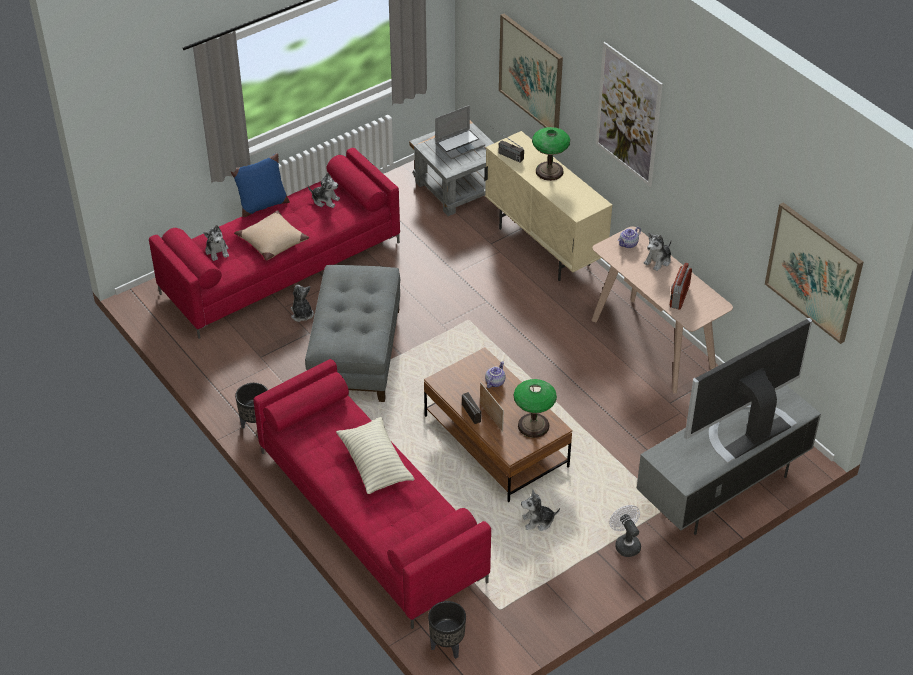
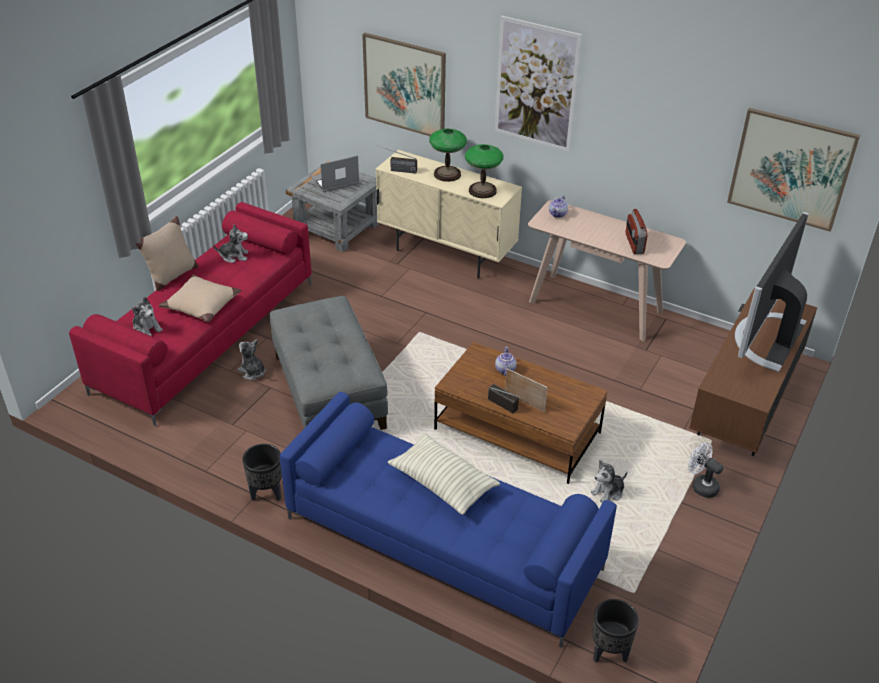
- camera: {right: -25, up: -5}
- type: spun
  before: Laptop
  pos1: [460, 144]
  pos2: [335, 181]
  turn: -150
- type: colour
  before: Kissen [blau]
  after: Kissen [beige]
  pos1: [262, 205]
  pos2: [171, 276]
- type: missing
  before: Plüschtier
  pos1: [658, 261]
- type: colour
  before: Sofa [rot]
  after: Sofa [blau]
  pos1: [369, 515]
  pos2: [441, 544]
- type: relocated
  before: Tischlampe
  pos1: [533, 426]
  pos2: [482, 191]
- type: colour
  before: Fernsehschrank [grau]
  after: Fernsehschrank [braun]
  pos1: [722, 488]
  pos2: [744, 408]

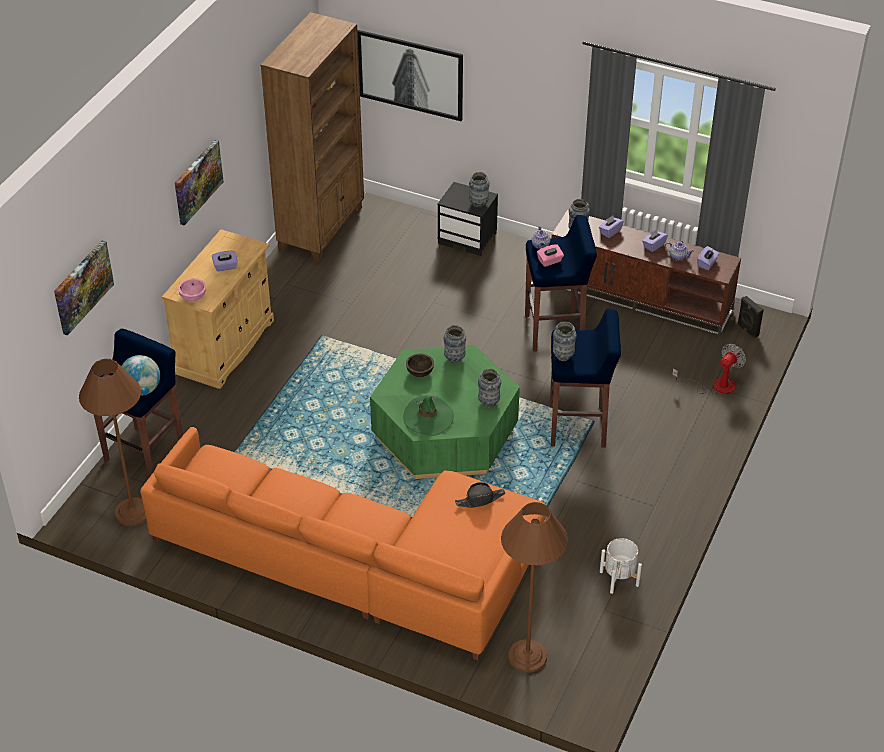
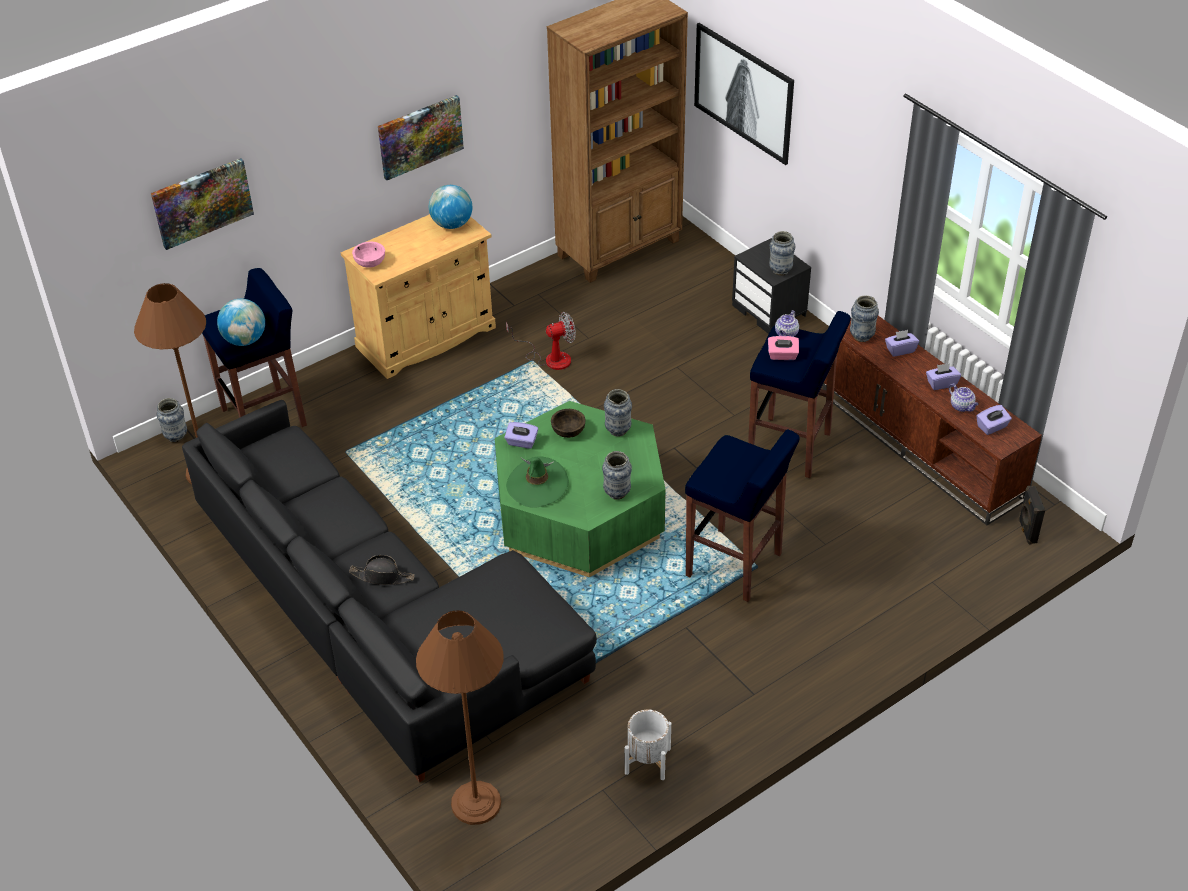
- camera: {right: 30, up: 0}
- type: relocated
  before: Taschentuchbox [lila]
  pos1: [225, 267]
  pos2: [521, 442]
- type: relocated
  before: Vase
  pos1: [563, 356]
  pos2: [176, 437]
- type: relocated
  before: Ventilator
  pos1: [715, 386]
  pos2: [550, 358]
- type: colour
  before: Sofa [orange]
  after: Sofa [schwarz]
  pos1: [359, 562]
  pos2: [381, 617]
- type: relocated
  before: Hut [schwarz]
  pos1: [480, 499]
  pos2: [382, 576]
- type: appeared
  after: Globus
  pos2: [452, 224]

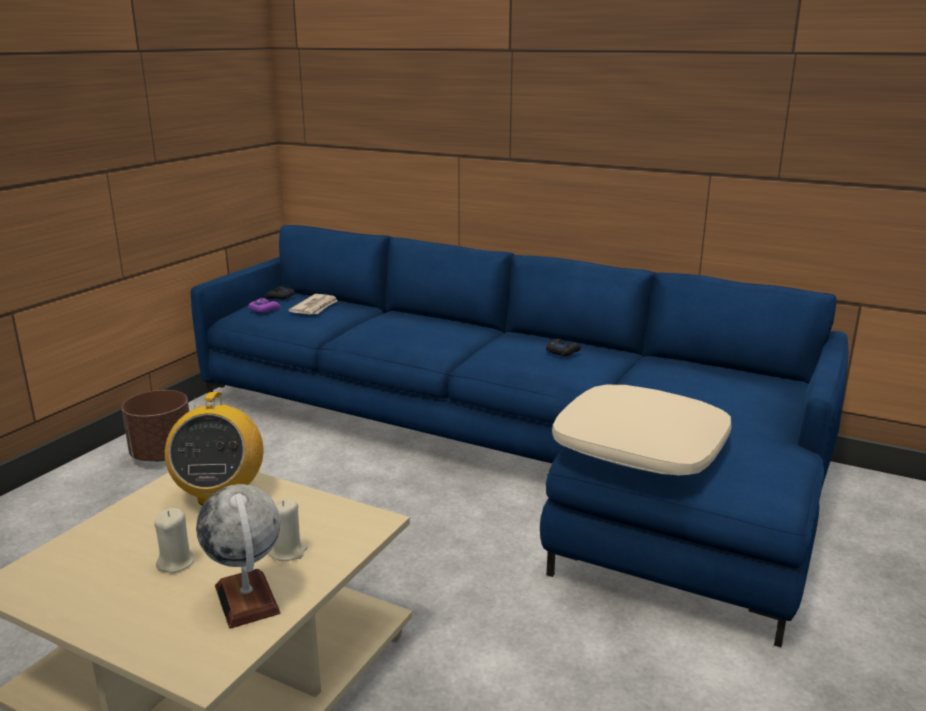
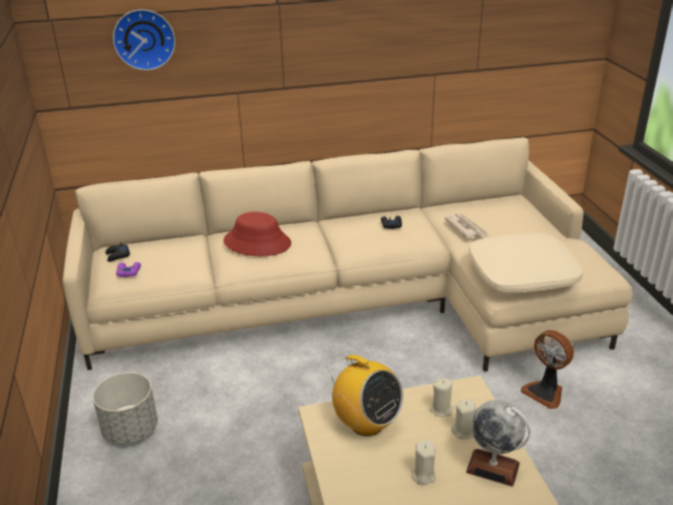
- camera: {right: -40, up: 10}
- type: colour
  before: Sofa [blau]
  after: Sofa [beige]
  pos1: [511, 449]
  pos2: [358, 302]
- type: relocated
  before: Zeitung
  pos1: [315, 307]
  pos2: [465, 228]
- type: colour
  before: Pflanzkübel [braun]
  after: Pflanzkübel [grau]
  pos1: [162, 454]
  pos2: [130, 430]
- type: appeared
  after: Wanduhr
  pos2: [144, 39]
- type: appeared
  after: Hut [rot]
  pos2: [257, 242]
- type: appeared
  after: Ventilator
  pos2: [545, 392]
- type: appeared
  after: Kerze [beige]
  pos2: [441, 409]

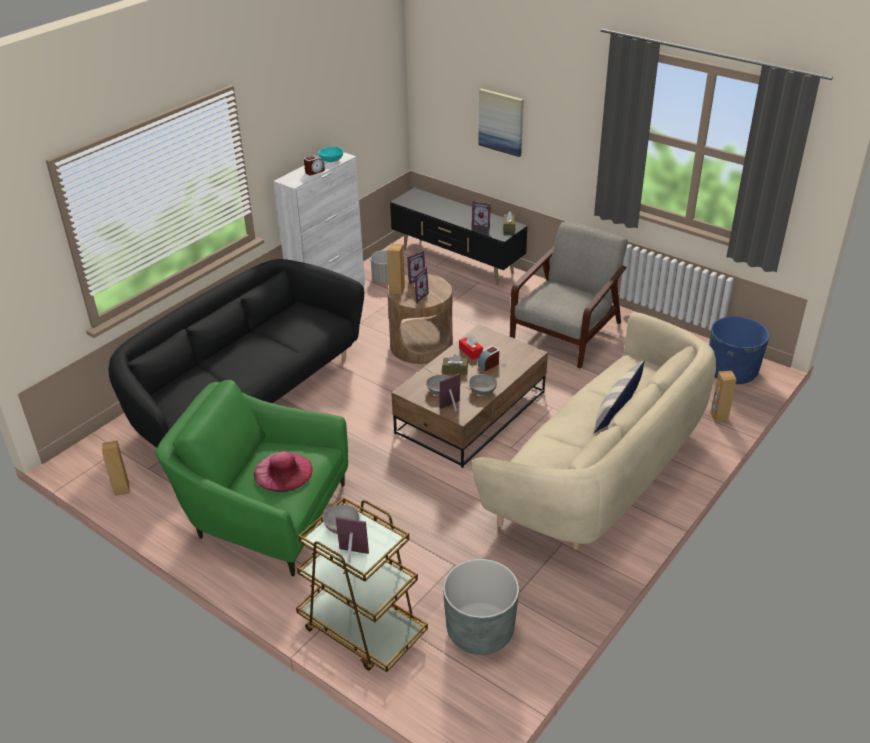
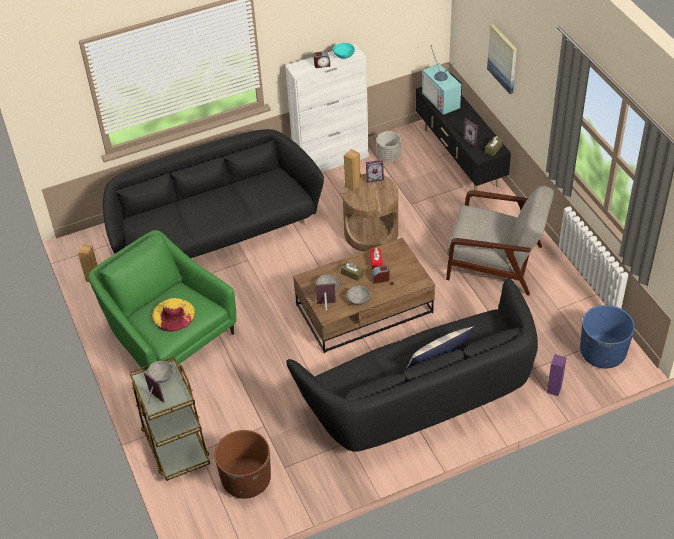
- camera: {right: 30, up: 10}
- type: spun
  before: Sessel [grau]
  pos1: [567, 332]
  pos2: [496, 263]
  turn: 45
- type: missing
  before: Bilderrahmen
  pos1: [417, 296]
- type: colour
  before: Sofa [beige]
  after: Sofa [schwarz]
  pos1: [601, 472]
  pos2: [420, 399]
- type: colour
  before: Lautsprecher [braun]
  after: Lautsprecher [lila]
  pos1: [718, 417]
  pos2: [553, 389]
- type: colour
  before: Hut [rosa]
  after: Hut [gelb]
  pos1: [283, 471]
  pos2: [173, 314]
- type: colour
  before: Pflanzkübel [grau]
  after: Pflanzkübel [braun]
  pos1: [480, 631]
  pos2: [246, 480]
- type: appeared
  after: Fernseher
  pos2: [443, 100]

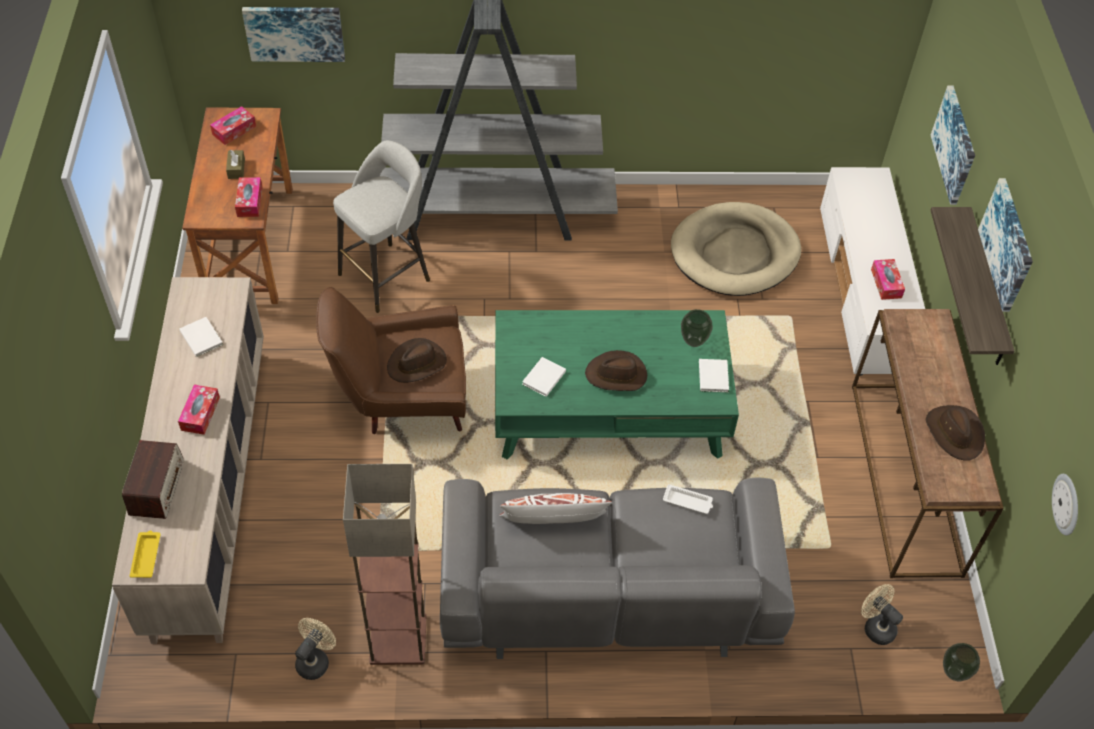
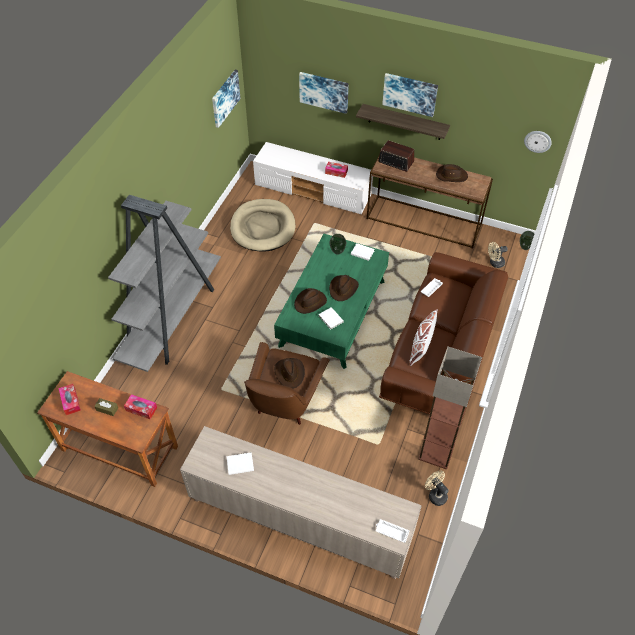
- camera: {right: -65, up: 0}
- type: relocated
  before: Bild
  pos1: [294, 32]
  pos2: [225, 98]
- type: missing
  before: Hocker [grau]
  pos1: [386, 276]
- type: missing
  before: Taschentuchbox
  pos1: [200, 414]
- type: relocated
  before: Radio
  pos1: [157, 487]
  pos2: [395, 162]
- type: colour
  before: Sofa [grau]
  after: Sofa [braun]
  pos1: [606, 592]
  pos2: [441, 353]
- type: colour
  before: Tablett [gelb]
  after: Tablett [weiß]
  pos1: [146, 556]
  pos2: [391, 531]
- type: appeared
  after: Hut [braun]
  pos2: [310, 302]

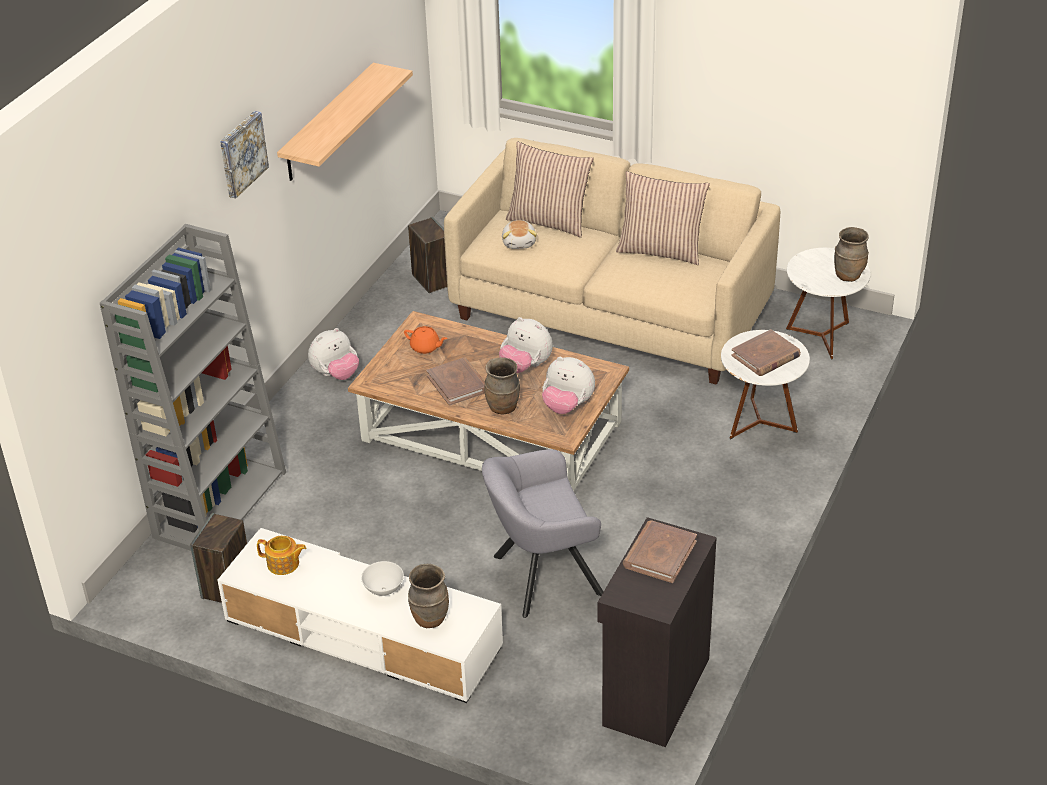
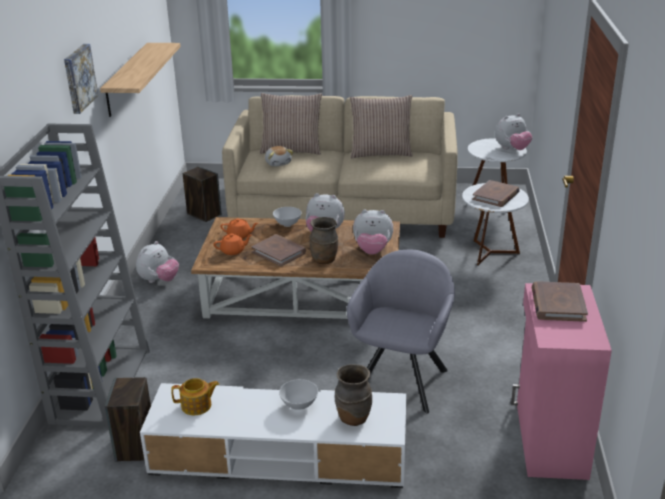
- camera: {right: -20, up: -10}
- type: exchanged
  before: Vase [braun]
  after: Plüschtier
  pos1: [848, 276]
  pos2: [512, 149]
- type: spun
  before: Sessel [grau]
  pos1: [541, 576]
  pos2: [402, 379]
  turn: 150
- type: colour
  before: Schrank [schwarz]
  after: Schrank [rosa]
  pos1: [654, 692]
  pos2: [549, 440]
- type: appeared
  after: Schüssel [weiß]
  pos2: [287, 224]
- type: appeared
  after: Teekanne [orange]
  pos2: [233, 251]

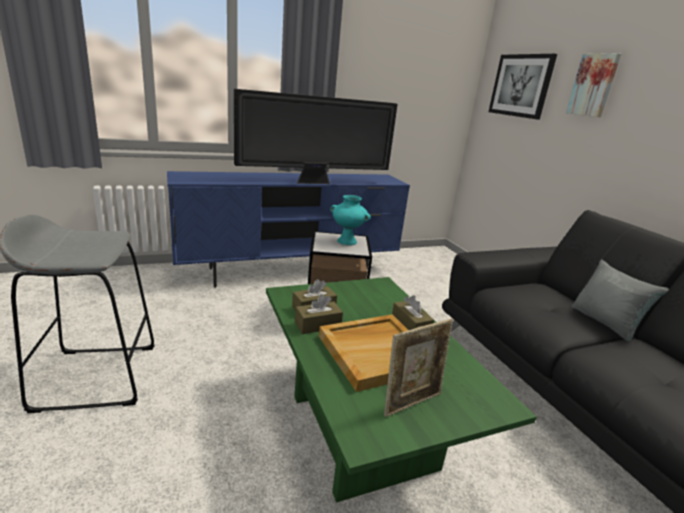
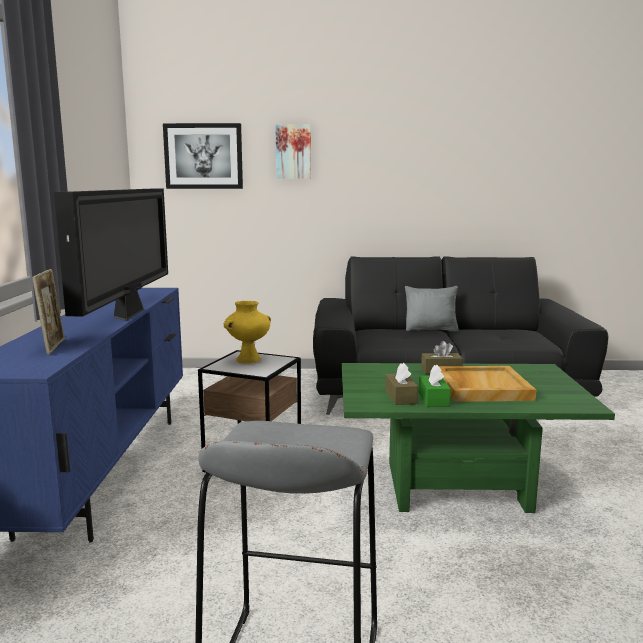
- camera: {right: -65, up: -10}
- type: colour
  before: Vase [türkis]
  after: Vase [gelb]
  pos1: [347, 241]
  pos2: [248, 359]
- type: colour
  before: Taschentuchbox [braun]
  after: Taschentuchbox [grün]
  pos1: [318, 325]
  pos2: [433, 399]
- type: relocated
  before: Bilderrahmen
  pos1: [411, 402]
  pos2: [53, 346]

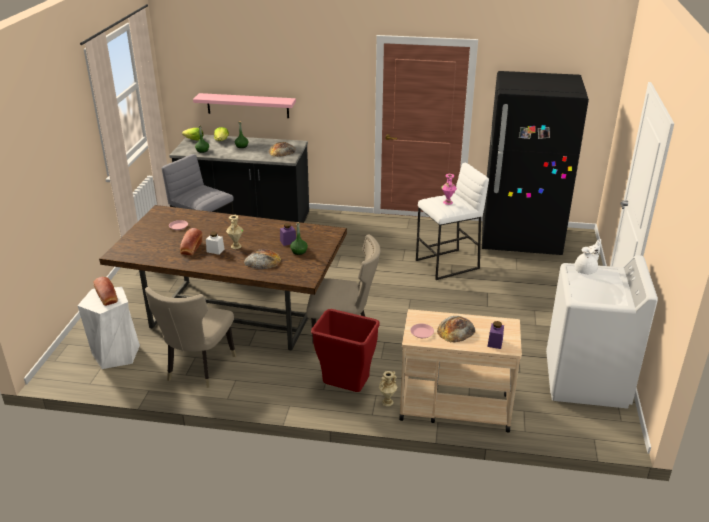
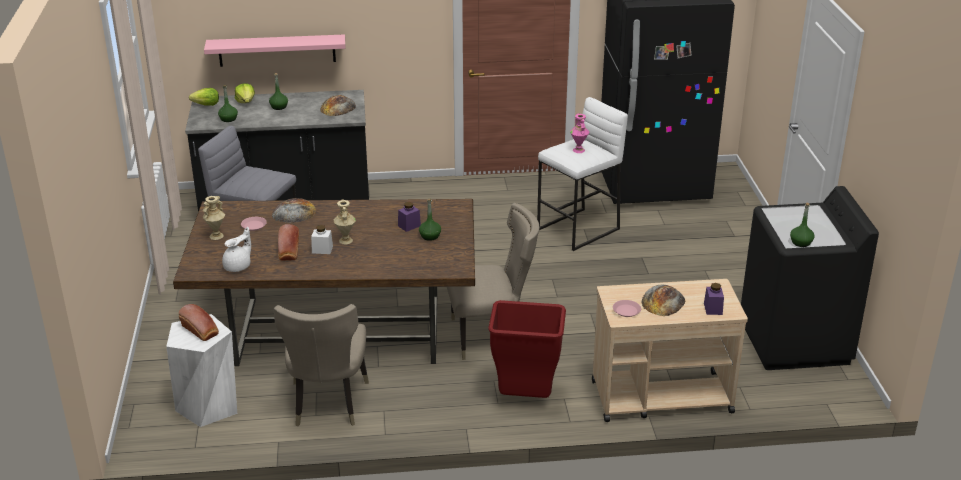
- camera: {right: -15, up: 0}
- type: relocated
  before: Teekanne [weiß]
  pos1: [586, 270]
  pos2: [238, 266]
- type: relocated
  before: Brot
  pos1: [262, 260]
  pos2: [294, 212]
- type: colour
  before: Waschmaschine [weiß]
  after: Waschmaschine [schwarz]
  pos1: [586, 381]
  pos2: [794, 342]
- type: relocated
  before: Vase [beige]
  pos1: [387, 402]
  pos2: [216, 236]
- type: appeared
  after: Flasche [grün]
  pos2: [801, 242]

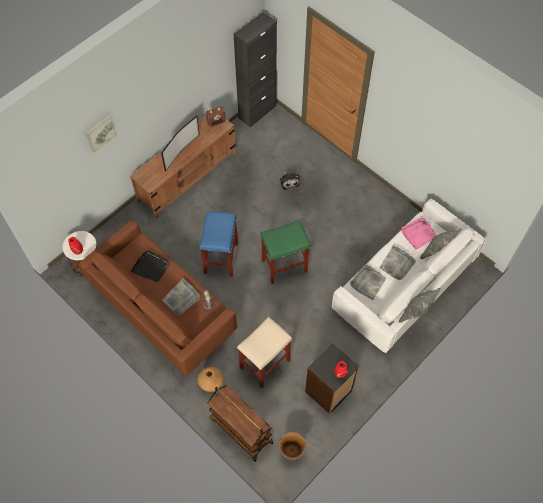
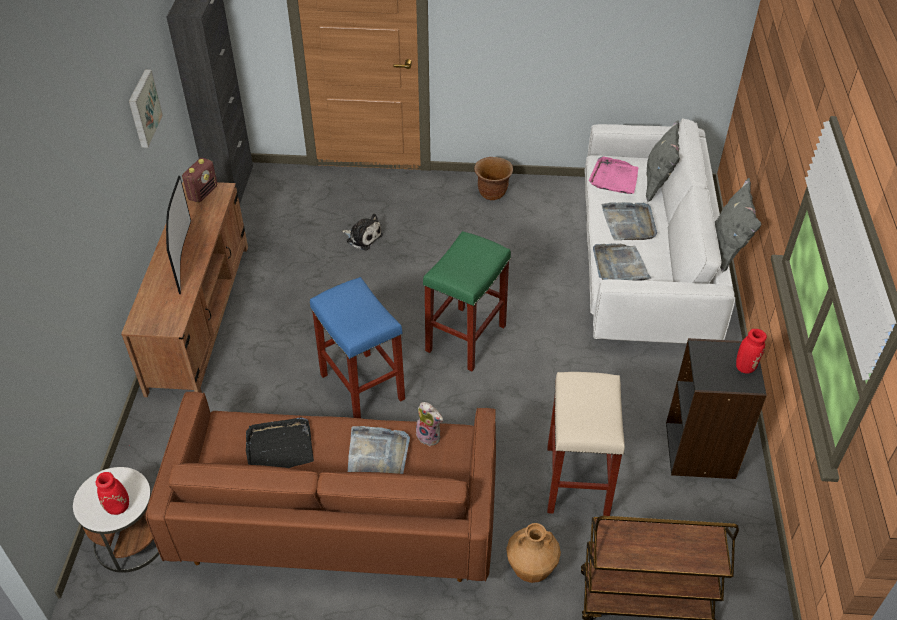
- camera: {right: -40, up: -15}
- type: relocated
  before: Bild
  pos1: [100, 132]
  pos2: [143, 108]
- type: relocated
  before: Pflanzkübel [braun]
  pos1: [291, 451]
  pos2: [492, 193]

